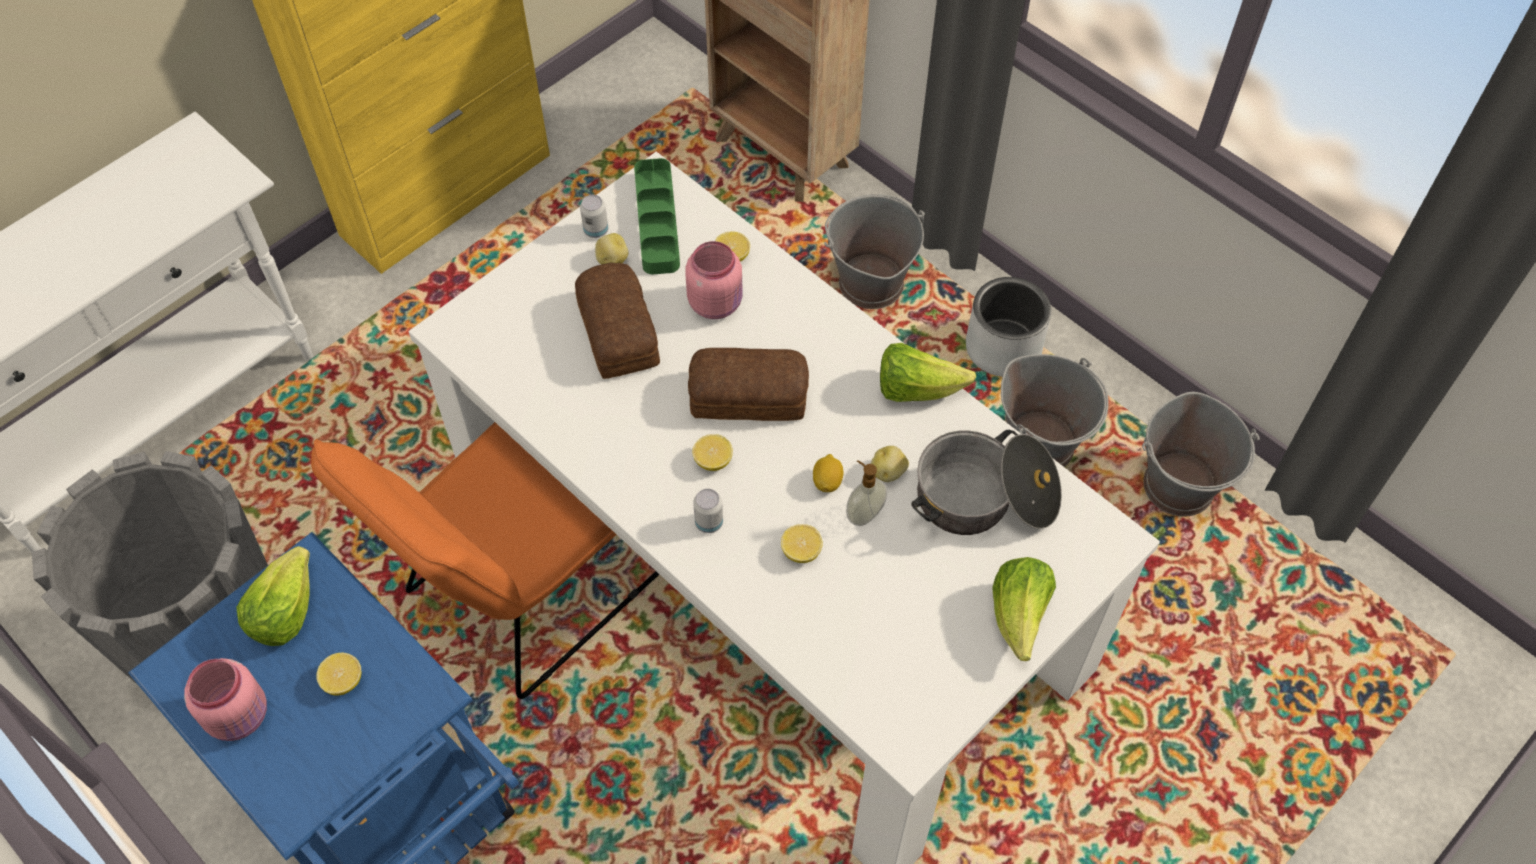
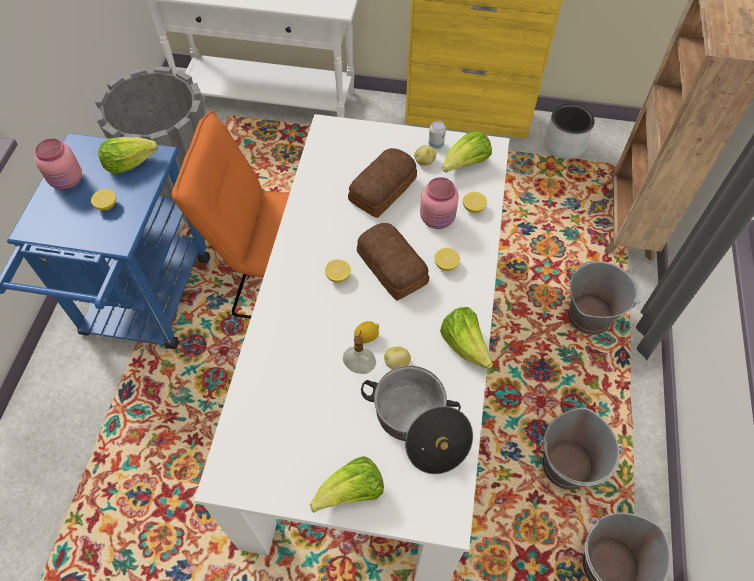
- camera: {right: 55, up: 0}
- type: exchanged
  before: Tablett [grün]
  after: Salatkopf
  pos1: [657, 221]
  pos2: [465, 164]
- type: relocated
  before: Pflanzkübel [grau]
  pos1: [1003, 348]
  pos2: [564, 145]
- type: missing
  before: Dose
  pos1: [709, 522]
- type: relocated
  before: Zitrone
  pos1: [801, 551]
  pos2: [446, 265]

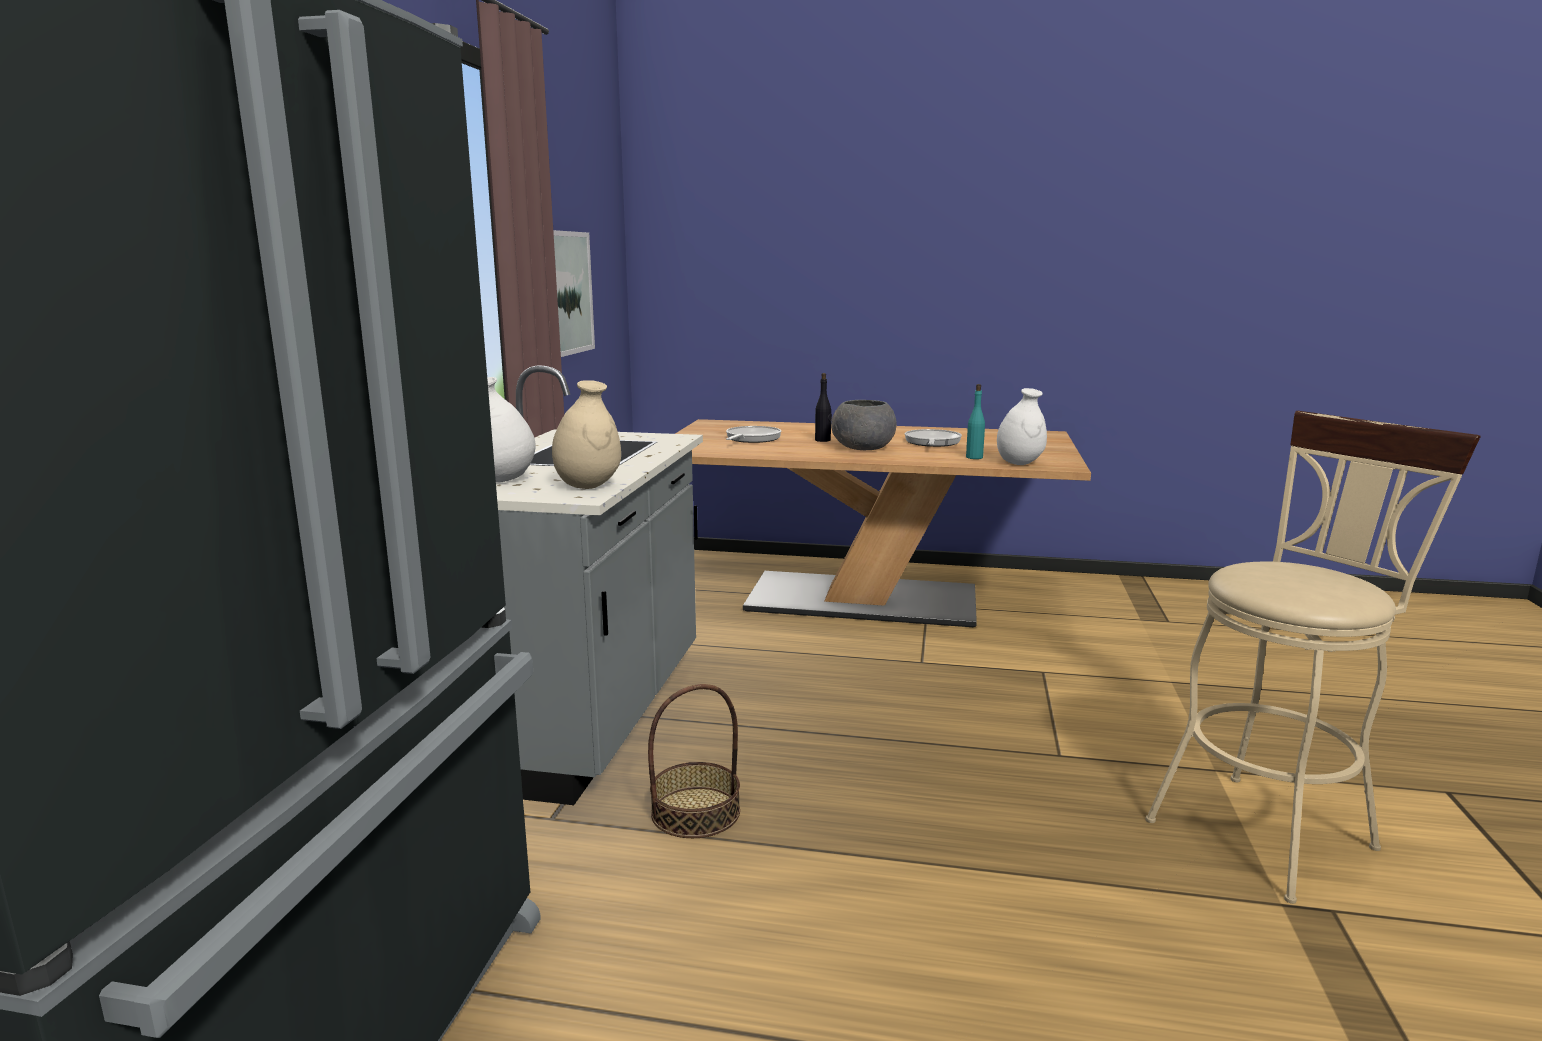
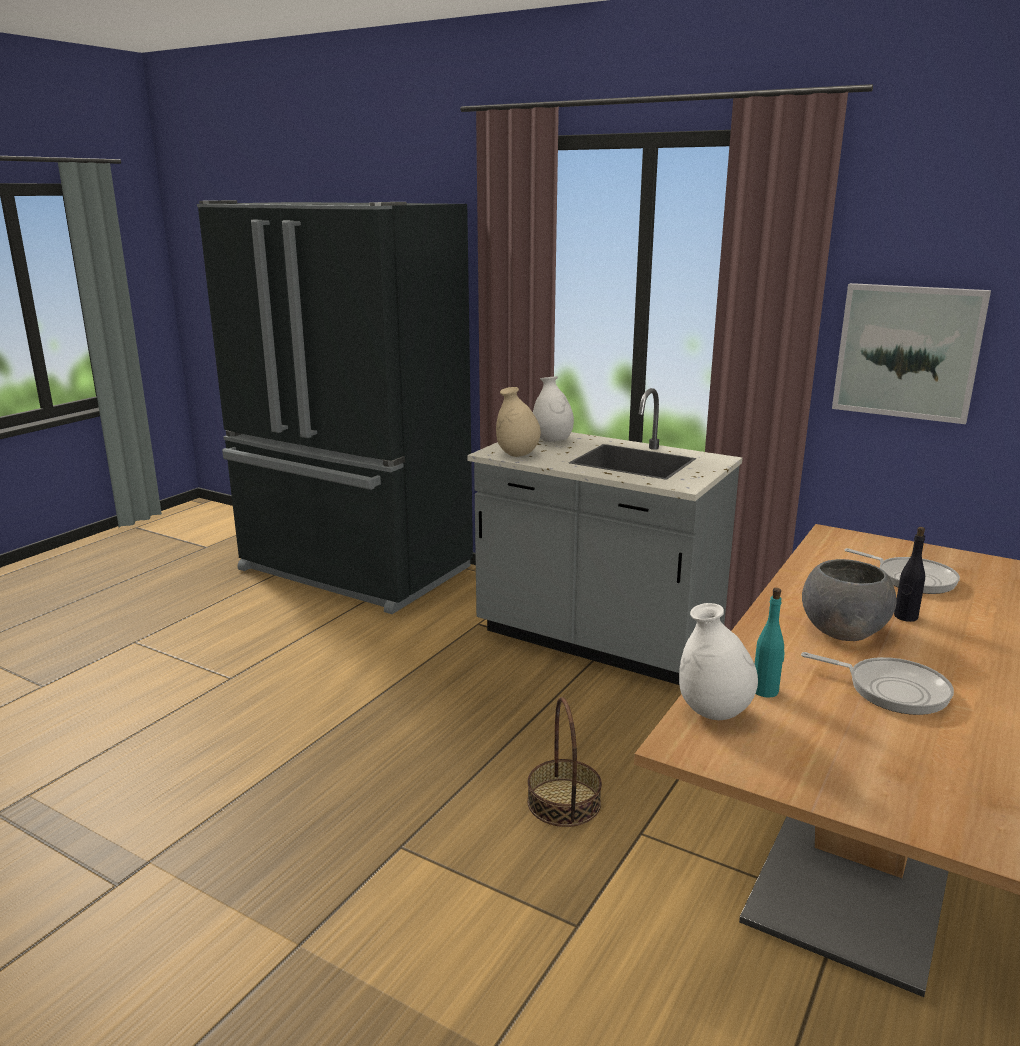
- camera: {right: 110, up: 5}
- type: missing
  before: Hocker [beige]
  pos1: [1270, 828]
- type: relocated
  before: Korb
  pos1: [695, 812]
  pos2: [564, 802]

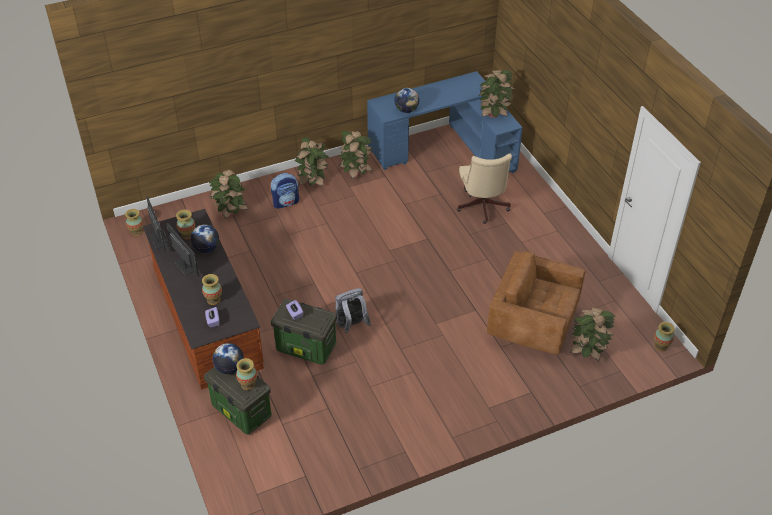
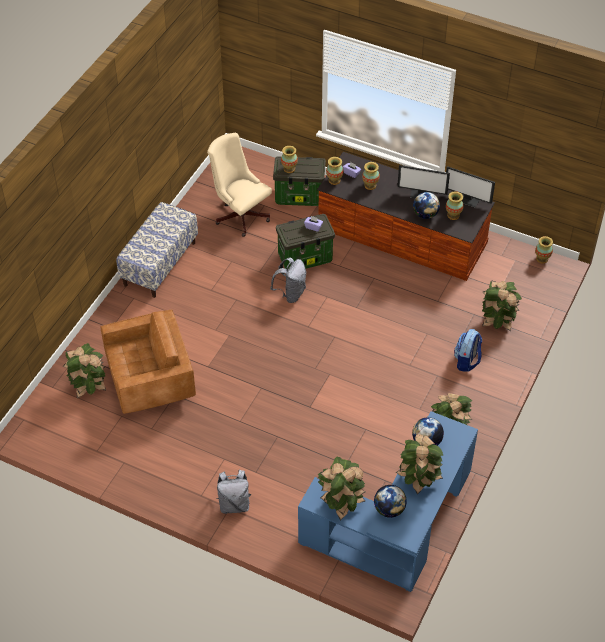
- camera: {right: 140, up: 5}
- type: relocated
  before: Topfpflanze
  pos1: [313, 182]
  pos2: [418, 481]
- type: relocated
  before: Bürostuhl [beige]
  pos1: [482, 208]
  pos2: [240, 214]
- type: relocated
  before: Vase
  pos1: [661, 346]
  pos2: [334, 180]
- type: relocated
  before: Globus
  pos1: [230, 368]
  pos2: [389, 510]
- type: appeared
  after: Bank
  pos2: [159, 263]
- type: appeared
  after: Rucksack [grau]
  pos2: [234, 504]

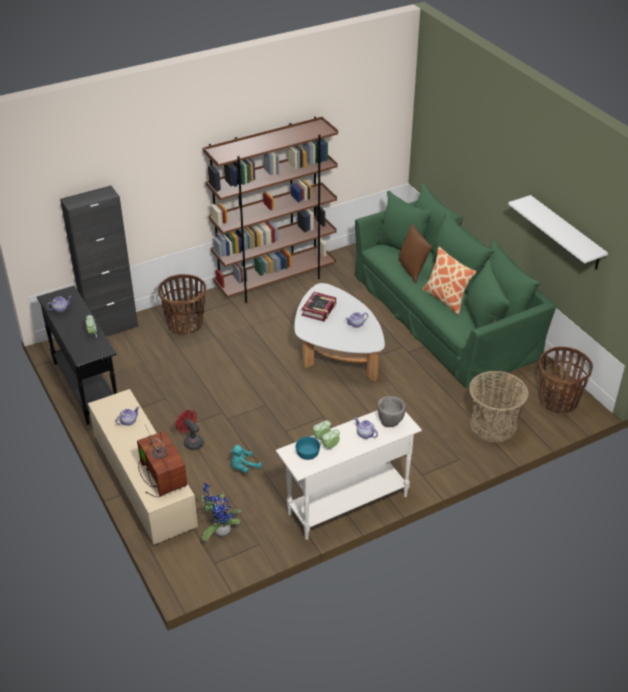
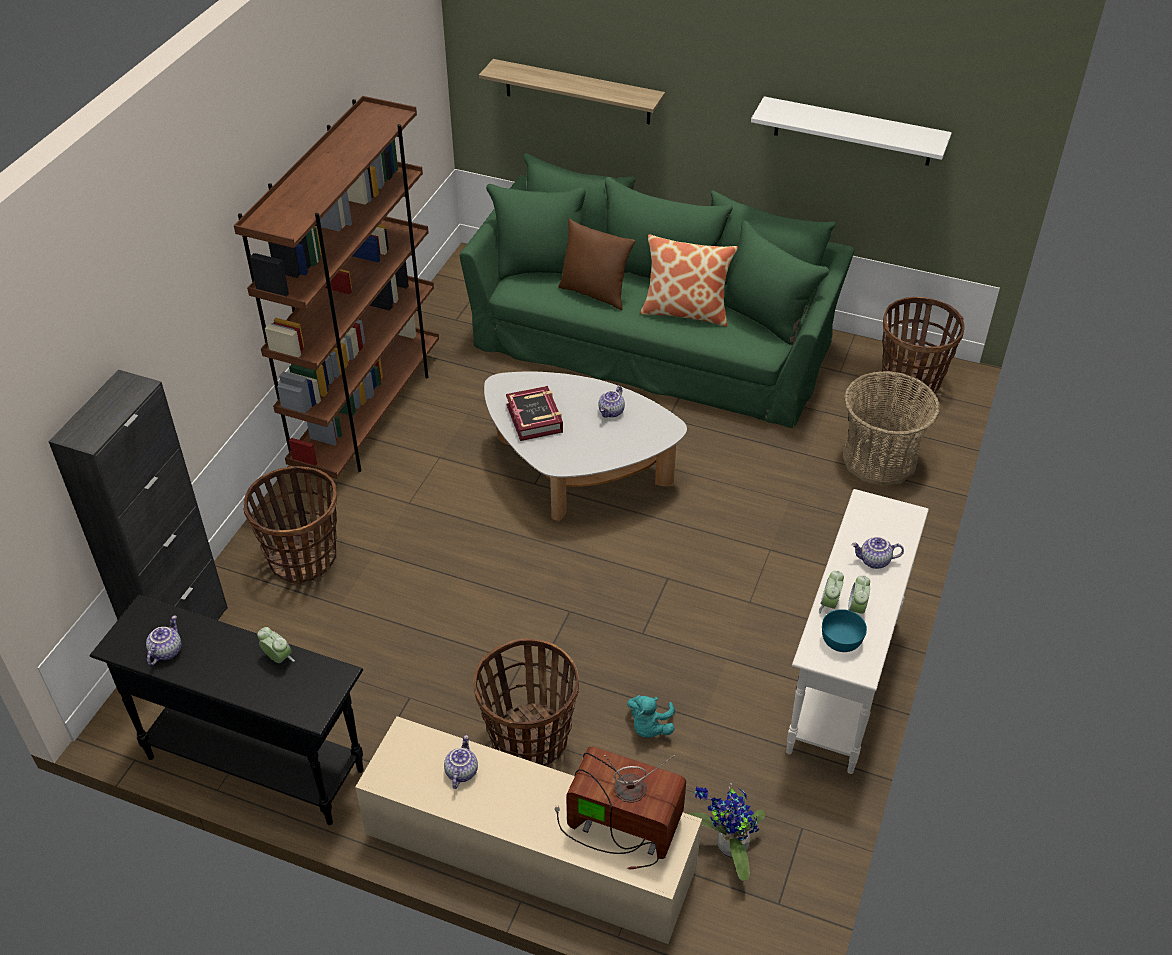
- camera: {right: -40, up: 5}
- type: missing
  before: Schüssel [grau]
  pos1: [390, 422]
- type: exchanged
  before: Ventilator [rot]
  after: Korb
  pos1: [191, 442]
  pos2: [529, 739]
- type: appeared
  after: Wandregal
  pos2: [577, 92]

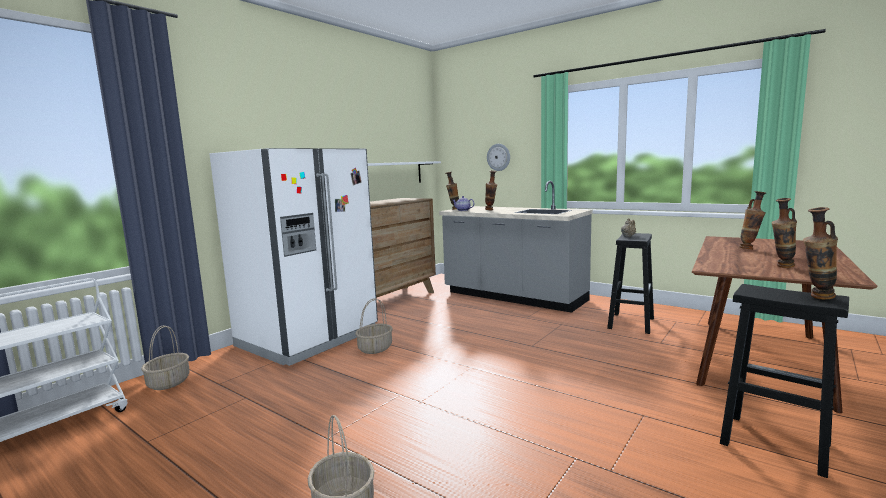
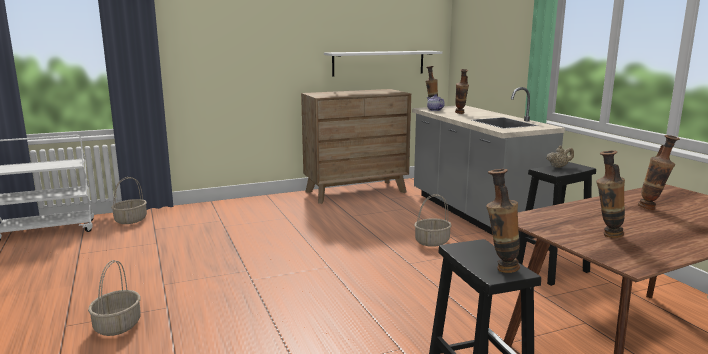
- camera: {right: 30, up: 5}
- type: missing
  before: Wanduhr
  pos1: [498, 157]
- type: missing
  before: Kühlschrank [weiß]
  pos1: [308, 338]
- type: relocated
  before: Korb
  pos1: [375, 348]
  pos2: [432, 241]

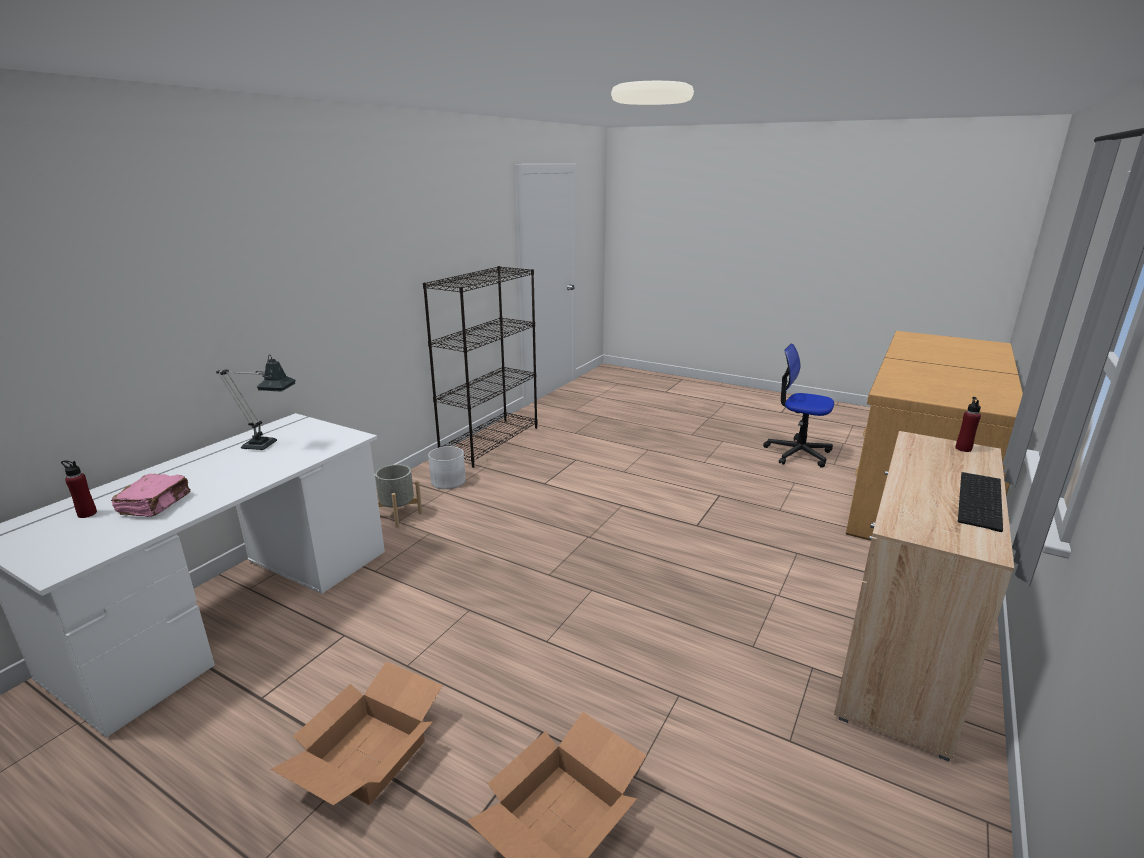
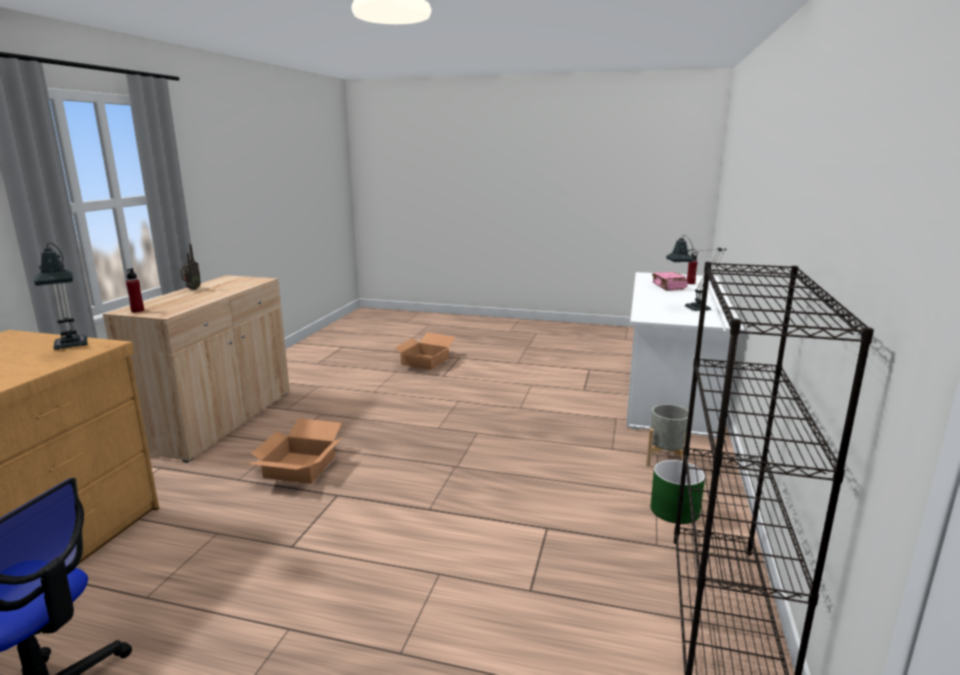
- camera: {right: 165, up: -5}
- type: colour
  before: Pflanzkübel [weiß]
  after: Pflanzkübel [grün]
  pos1: [448, 481]
  pos2: [675, 510]
- type: exchanged
  before: Tastatur
  after: Radio
  pos1: [982, 501]
  pos2: [192, 289]
- type: relocated
  before: Karton
  pos1: [368, 754]
  pos2: [300, 468]
- type: appeared
  after: Tischlampe
  pos2: [71, 347]

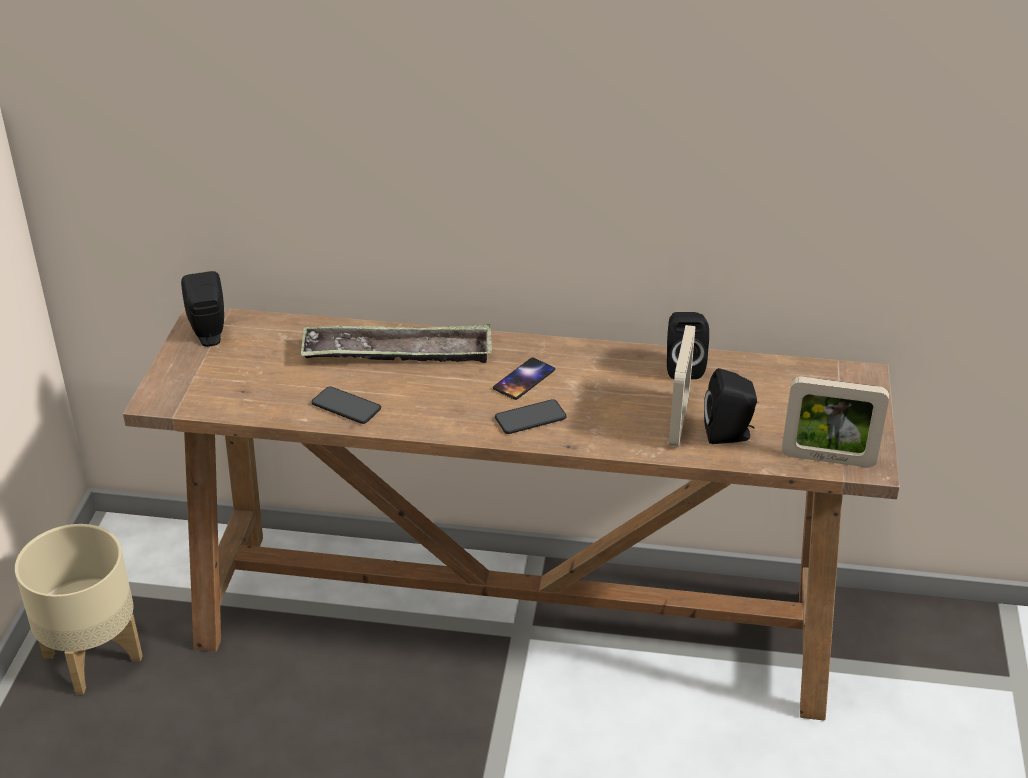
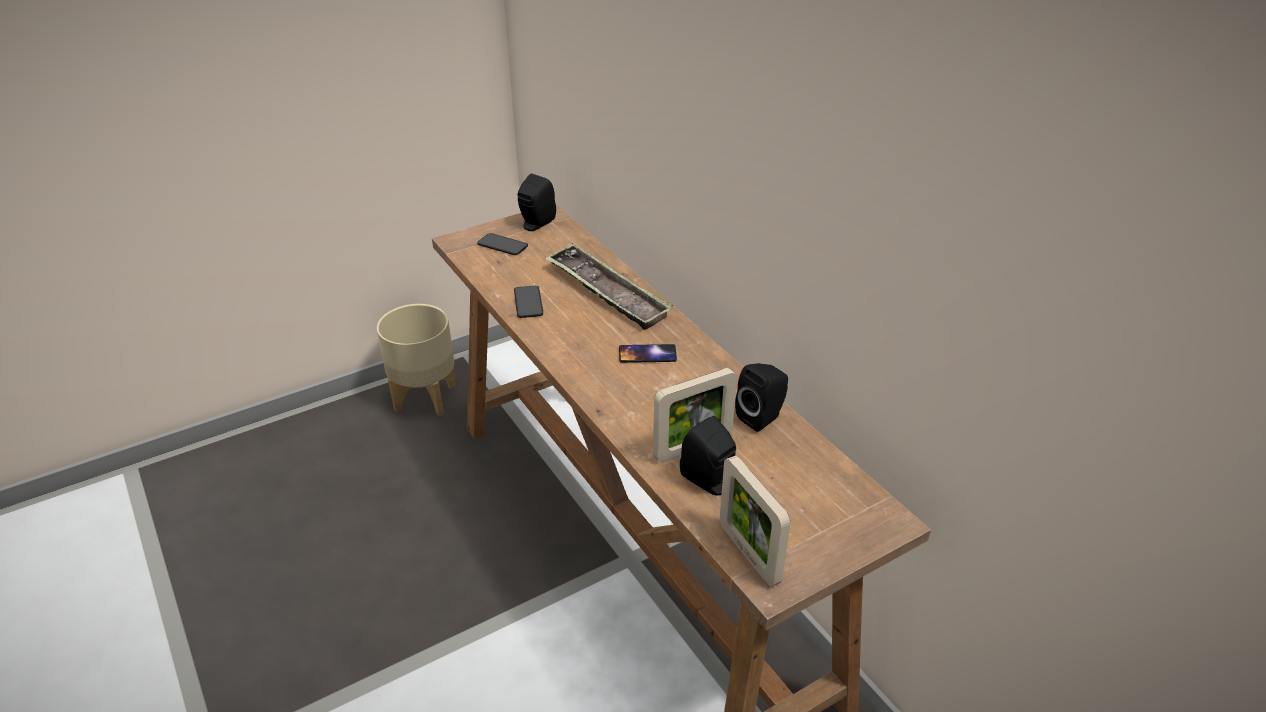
- camera: {right: 50, up: 0}
- type: relocated
  before: Handy
  pos1: [530, 418]
  pos2: [502, 245]

